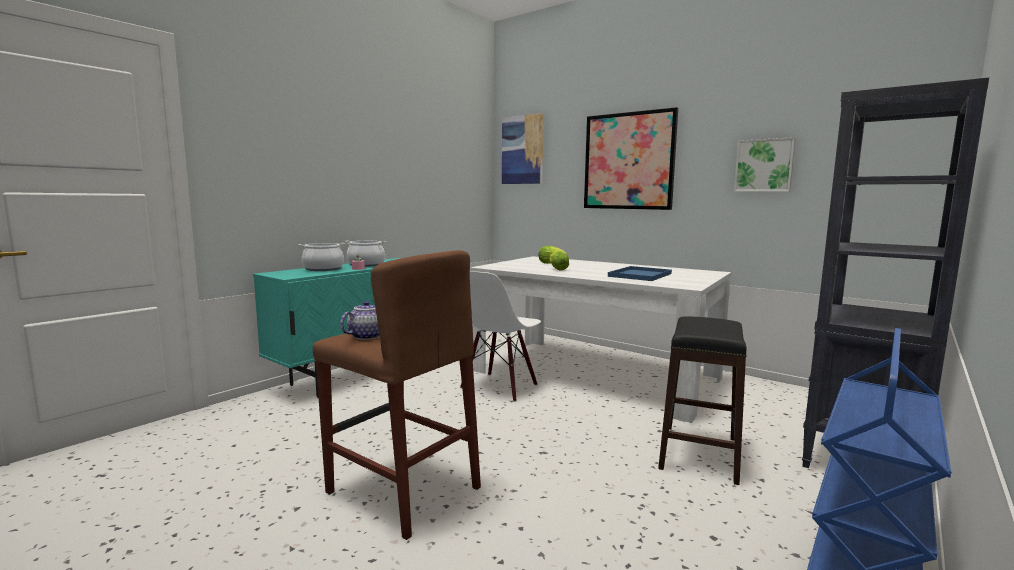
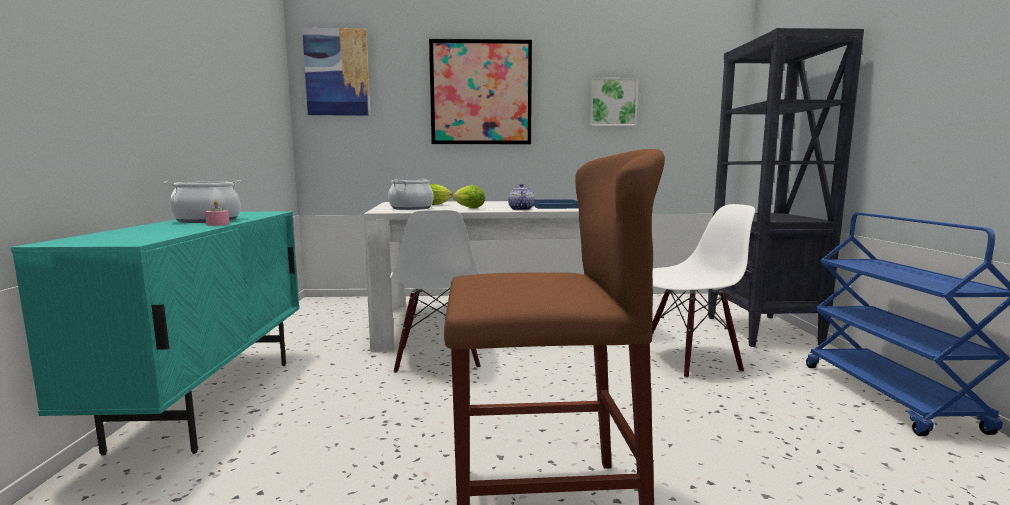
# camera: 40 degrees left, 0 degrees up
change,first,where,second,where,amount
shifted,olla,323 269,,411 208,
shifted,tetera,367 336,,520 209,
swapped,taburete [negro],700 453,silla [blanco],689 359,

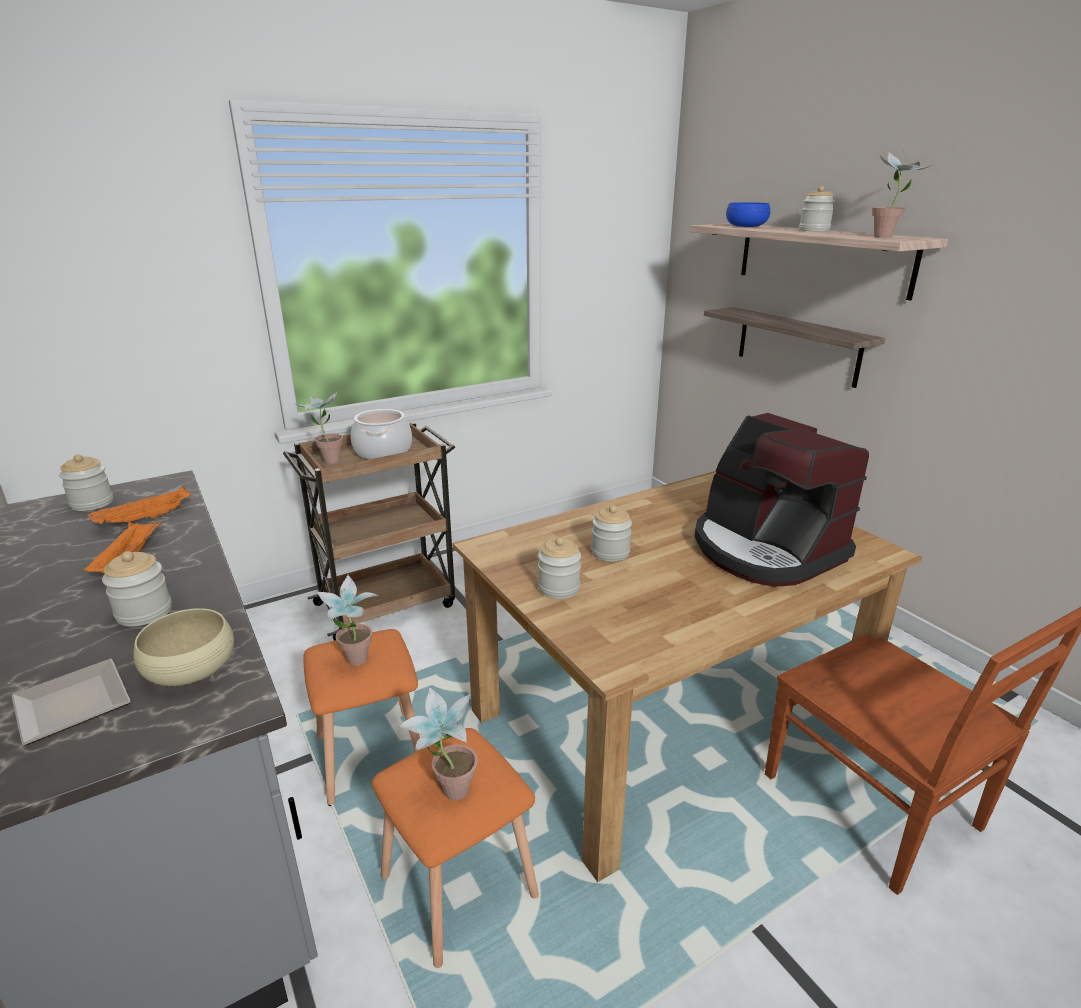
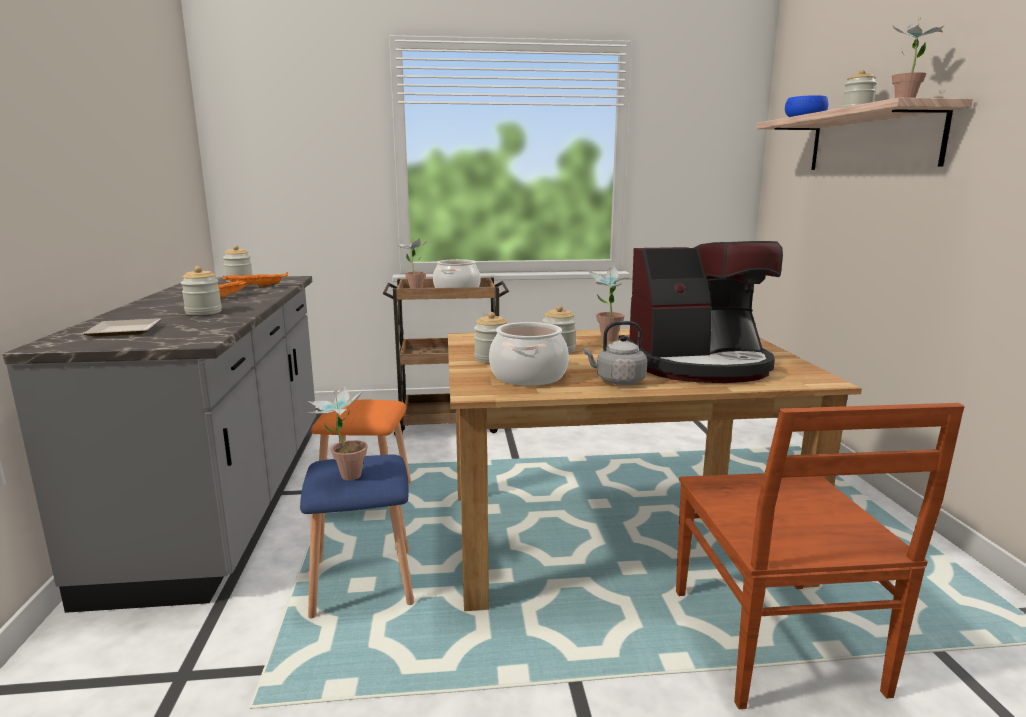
# camera: 25 degrees right, 10 degrees down
change,first,where,second,where,amount
repainted,taburete [naranja],460 884,taburete [azul],364 581,
new,,,olla,528 376,
new,,,hervidor [gris],617 381,
shifted,planta en maceta,356 664,,607 340,
rotated,cafetera,765 550,,698 365,90 degrees counterclockwise
gone,cuenco [beis],191 667,,,
gone,estante,797 346,,,

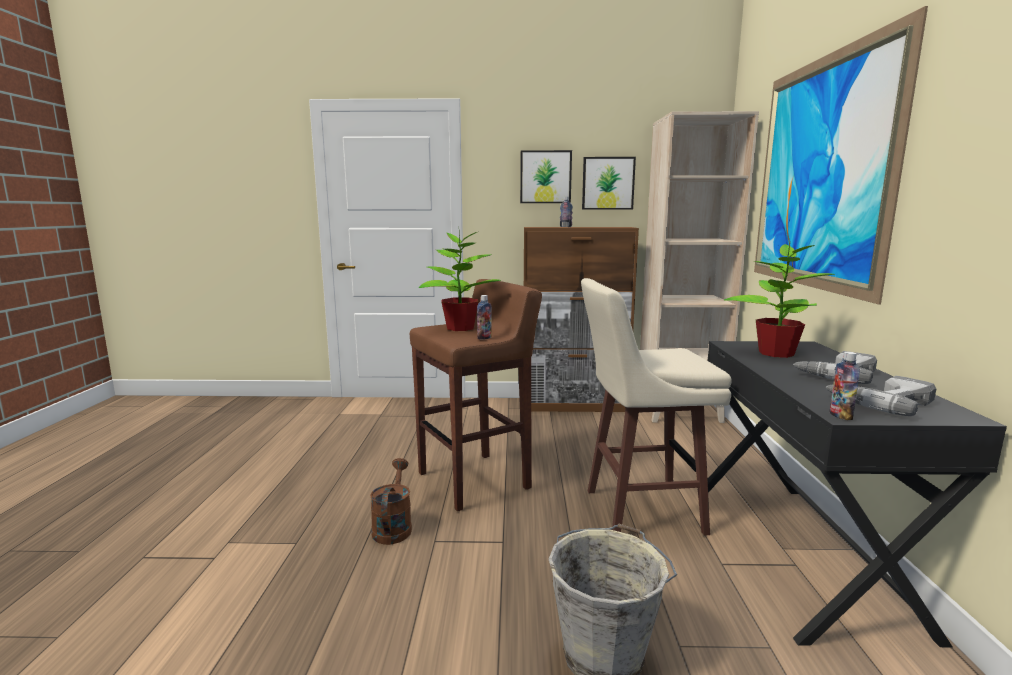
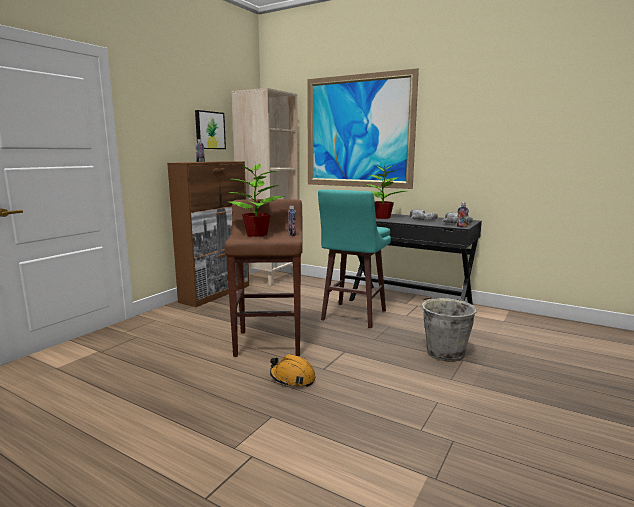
# camera: 60 degrees left, 0 degrees up
change,first,where,second,where,amount
swapped,regadera [marrón],393 527,casco [naranja],292 378,
repainted,taburete [beis],639 511,taburete [turquesa],352 316,
gone,cuadro,545 177,,,

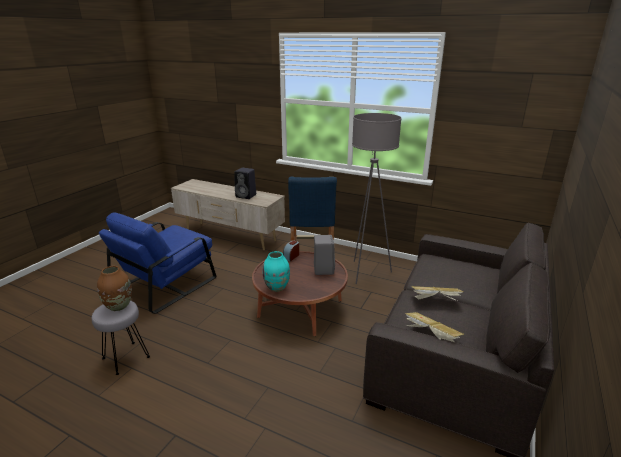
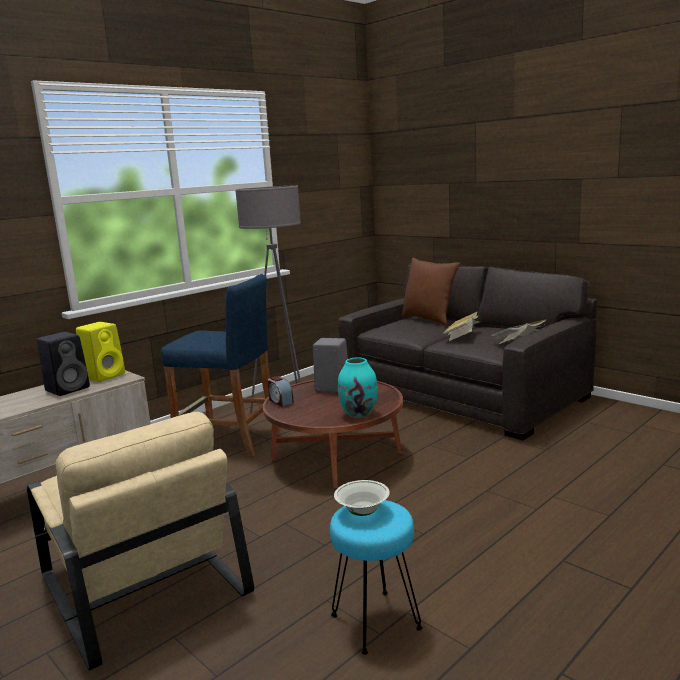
# camera: 70 degrees left, 10 degrees down
change,first,where,second,where,amount
repainted,sillón [azul],166 283,sillón [beis],141 582,
new,,,altavoz [amarillo],105 375,
repainted,taburete [gris],126 358,taburete [turquesa],377 621,
swapped,florero [marrón],118 306,cuenco [blanco],363 512,
new,,,cojín [marrón],429 319,

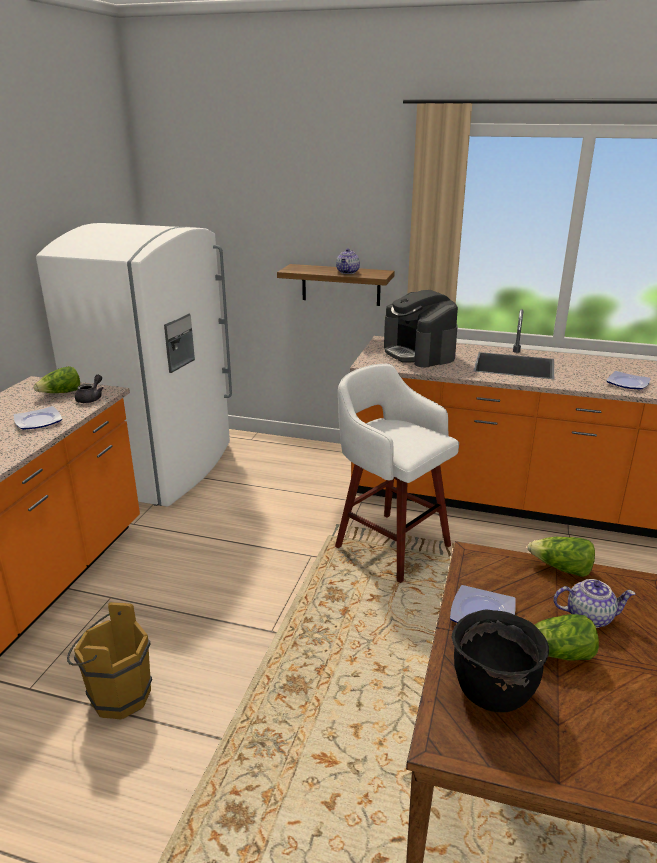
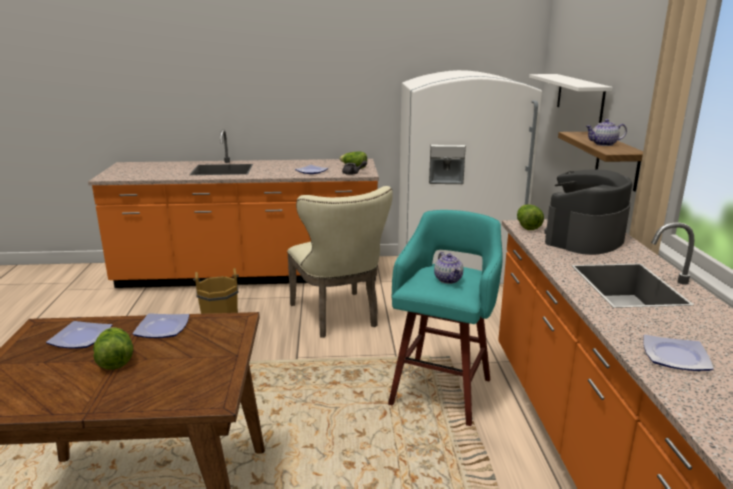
# camera: 70 degrees right, 5 degrees down
change,first,where,second,where,amount
swapped,olla [negro],492 690,plato,80 338,
new,,,silla [beis],338 317,
repainted,taburete [blanco],390 544,taburete [turquesa],442 389,
shifted,tetera,589 617,,448 280,
shifted,lechuga,561 569,,527 226,
new,,,estante [blanco],580 97,

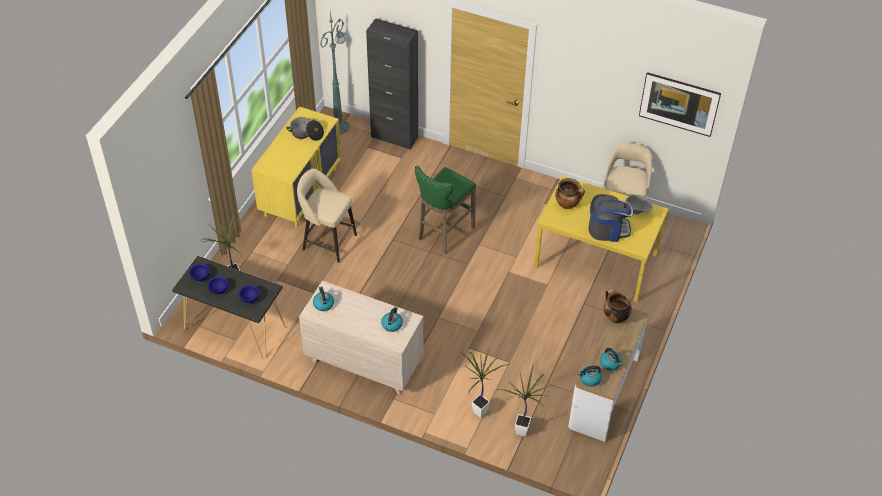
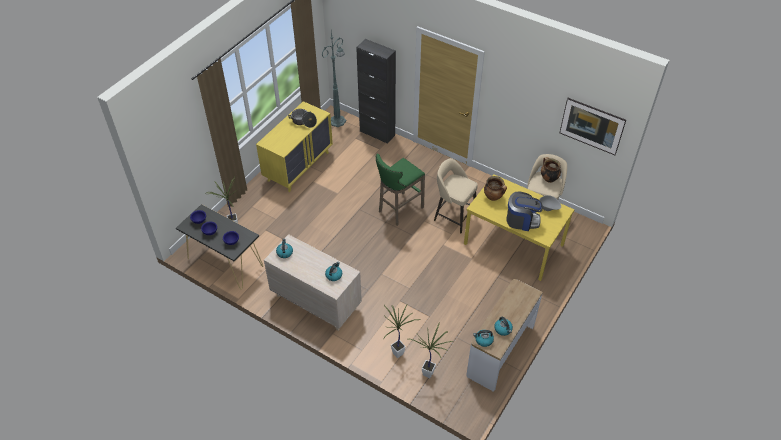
# camera: 10 degrees right, 0 degrees up
change,first,where,second,where,amount
shifted,taburete [beis],328 241,,453 216,
shifted,olla,615 317,,548 178,

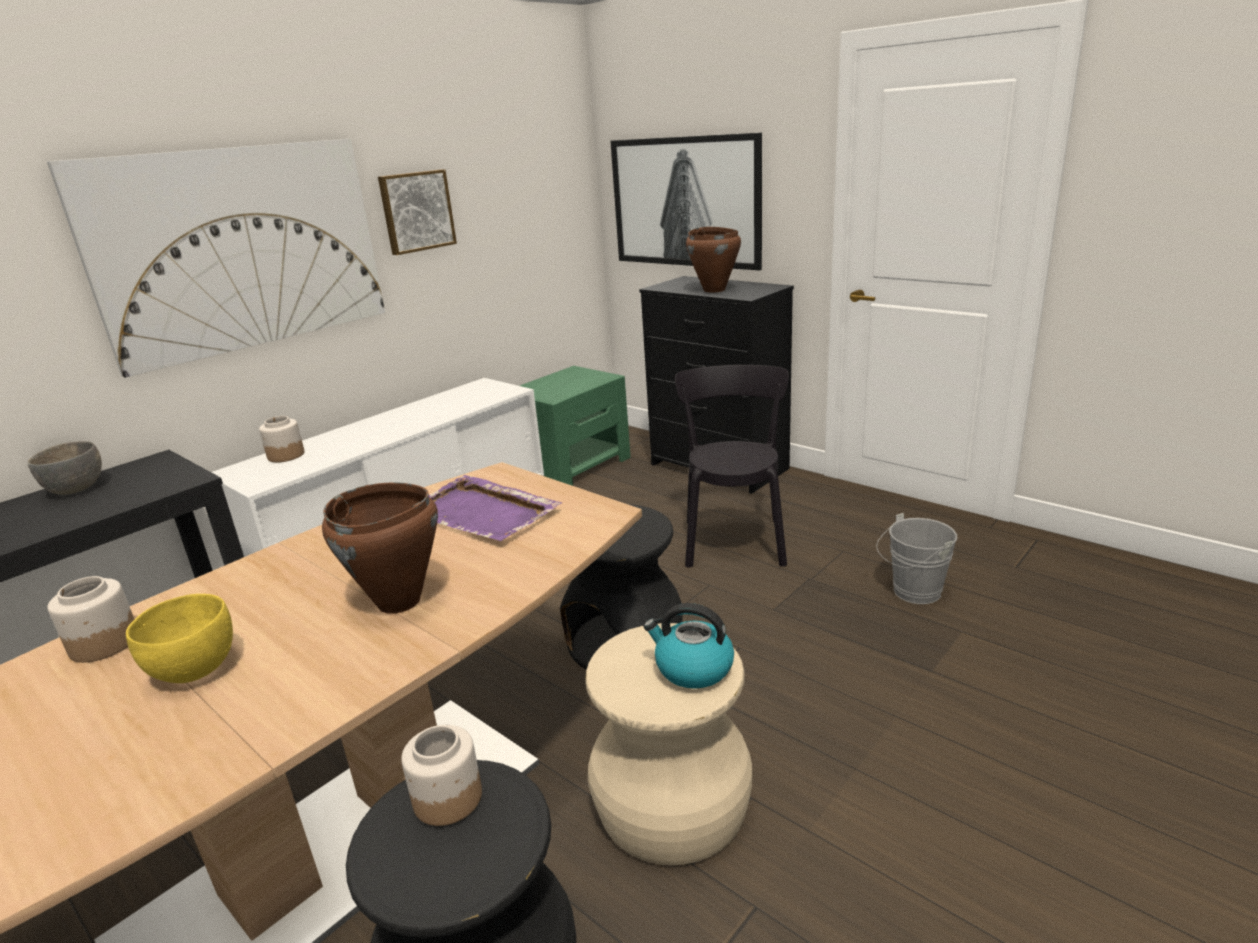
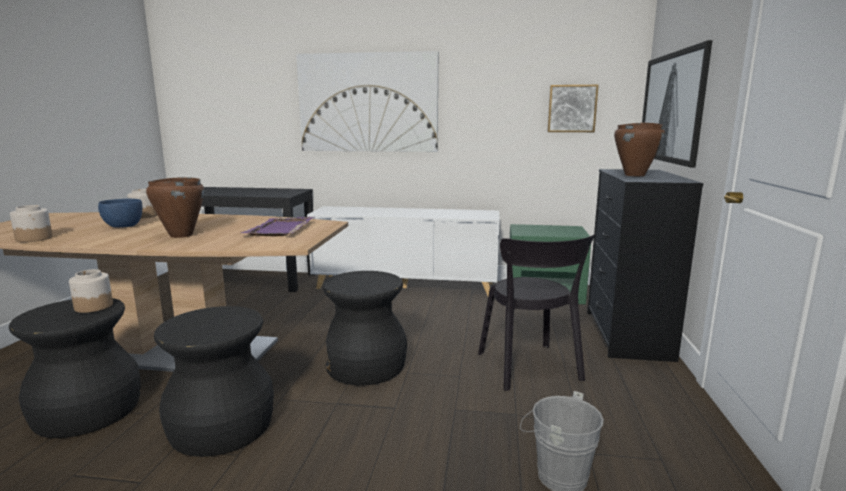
# camera: 55 degrees right, 10 degrees down
change,first,where,second,where,amount
shifted,tarro,286 455,,34 238,
repainted,cuenco [amarillo],195 670,cuenco [azul],123 227,
repainted,taburete [beis],673 807,taburete [negro],220 428,
rotated,silla [negro],734 539,,530 369,105 degrees clockwise
shifted,cuadro,416 211,,571 108,
gone,cuenco [gris],77 489,,,
gone,hervidor,692 668,,,

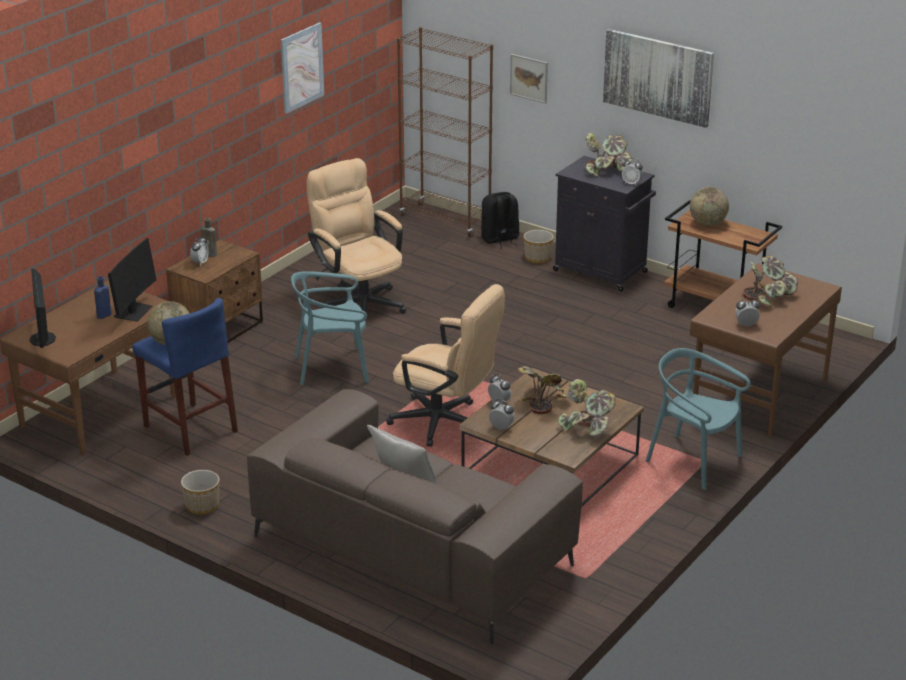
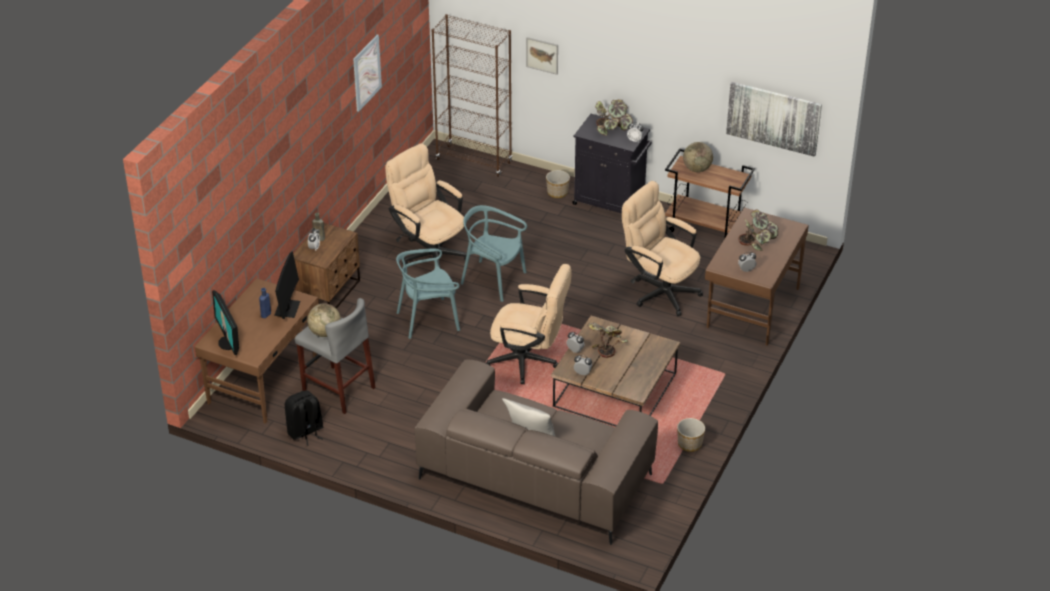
# camera: 10 degrees left, 10 degrees up
change,first,where,second,where,amount
shifted,mochila [negro],500 240,,305 432,
repainted,taburete [azul],190 429,taburete [gris],338 389,
shifted,silla [turquesa],693 461,,493 280,
new,,,silla de oficina [beis],659 290,
shifted,maceta,201 506,,689 444,
shifted,cuadro,658 77,,773 118,
gone,planta en maceta,588 429,,,

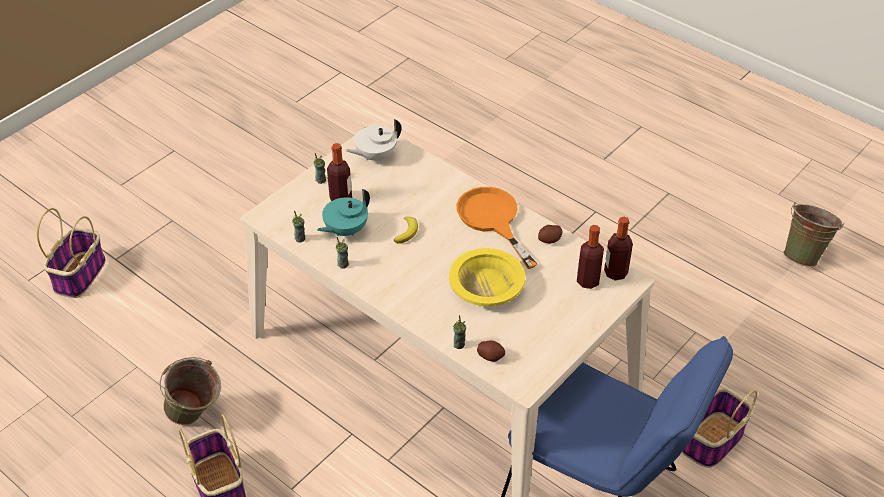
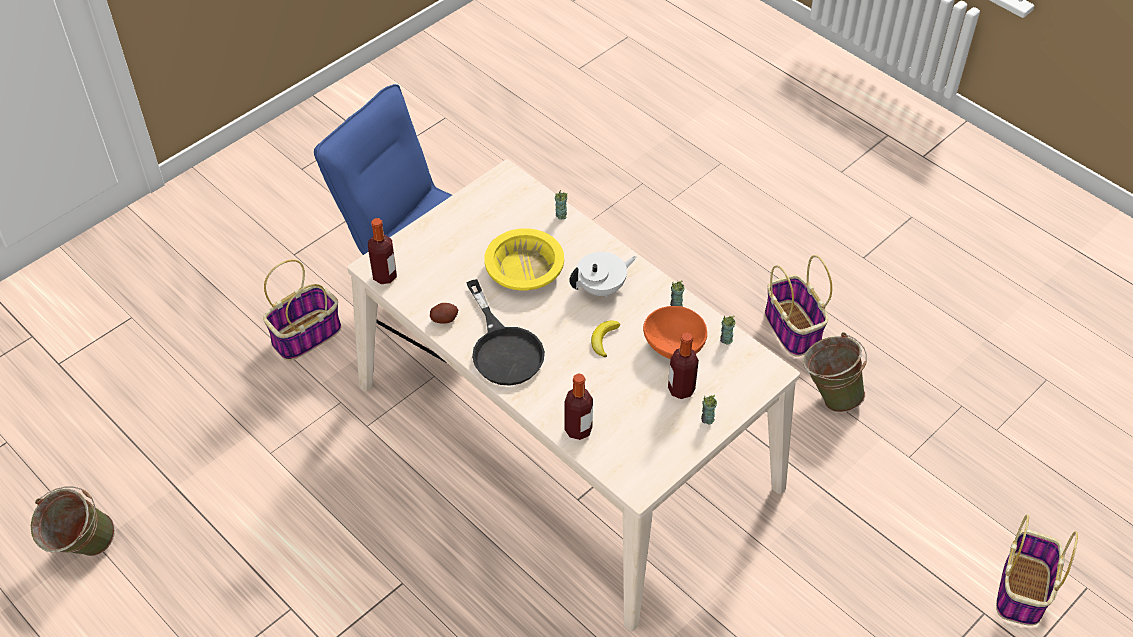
# camera: 175 degrees left, 5 degrees up
change,first,where,second,where,amount
repainted,sartén [naranja],492 220,sartén [negro],503 348,
shifted,botella,587 281,,578 429,
shifted,tetera [blanco],375 156,,602 288,
swapped,tetera [turquesa],345 230,cuenco [naranja],674 346,
gone,patata,490 356,,,

